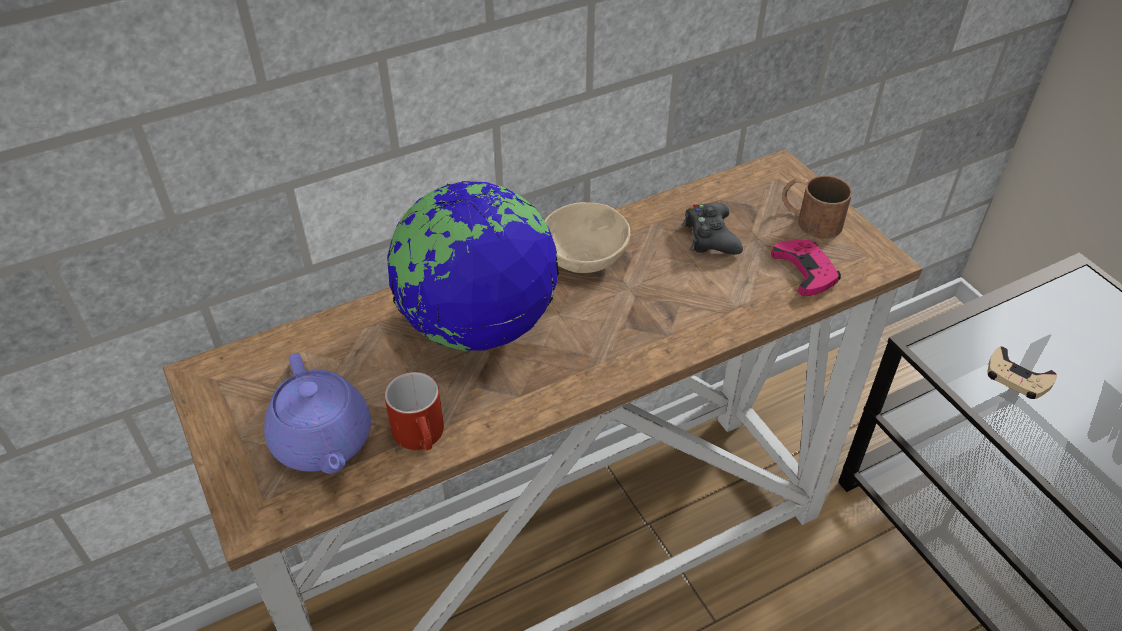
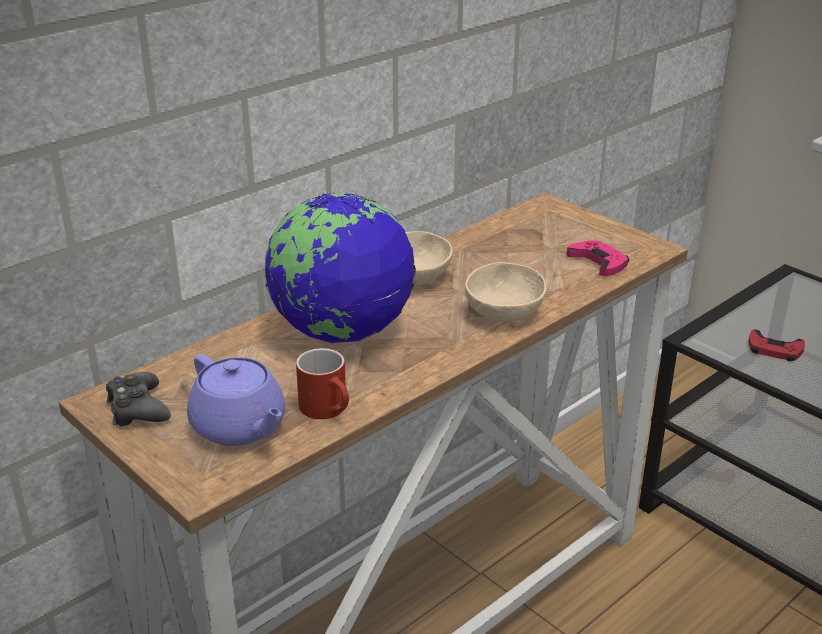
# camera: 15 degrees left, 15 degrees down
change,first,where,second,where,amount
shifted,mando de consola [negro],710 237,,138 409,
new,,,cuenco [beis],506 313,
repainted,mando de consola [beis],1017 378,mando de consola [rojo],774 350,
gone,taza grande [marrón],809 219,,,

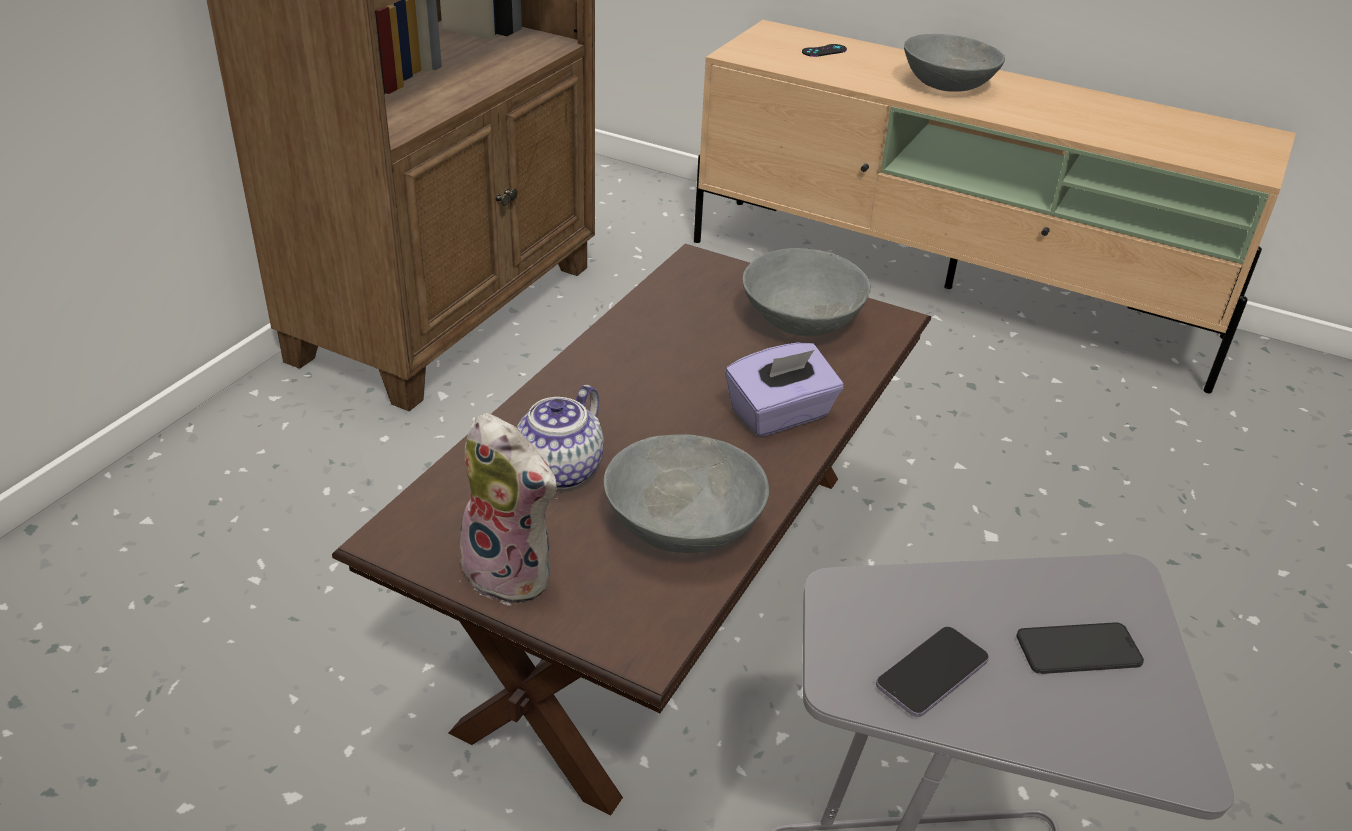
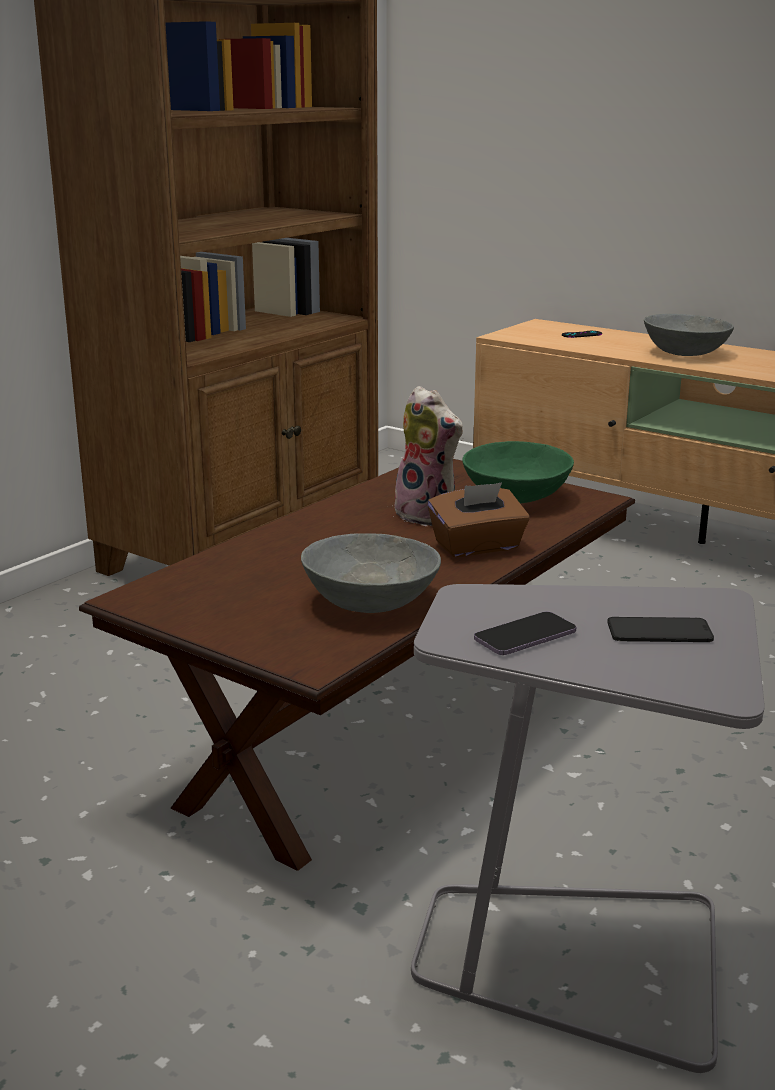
# camera: 10 degrees right, 15 degrees down
change,first,where,second,where,amount
shifted,peluche,514 572,,429 515,
repainted,caja de pañuelos [morado],780 415,caja de pañuelos [marrón],477 547,
repainted,cuenco [gris],800 320,cuenco [verde],515 496,
gone,tetera,559 472,,,

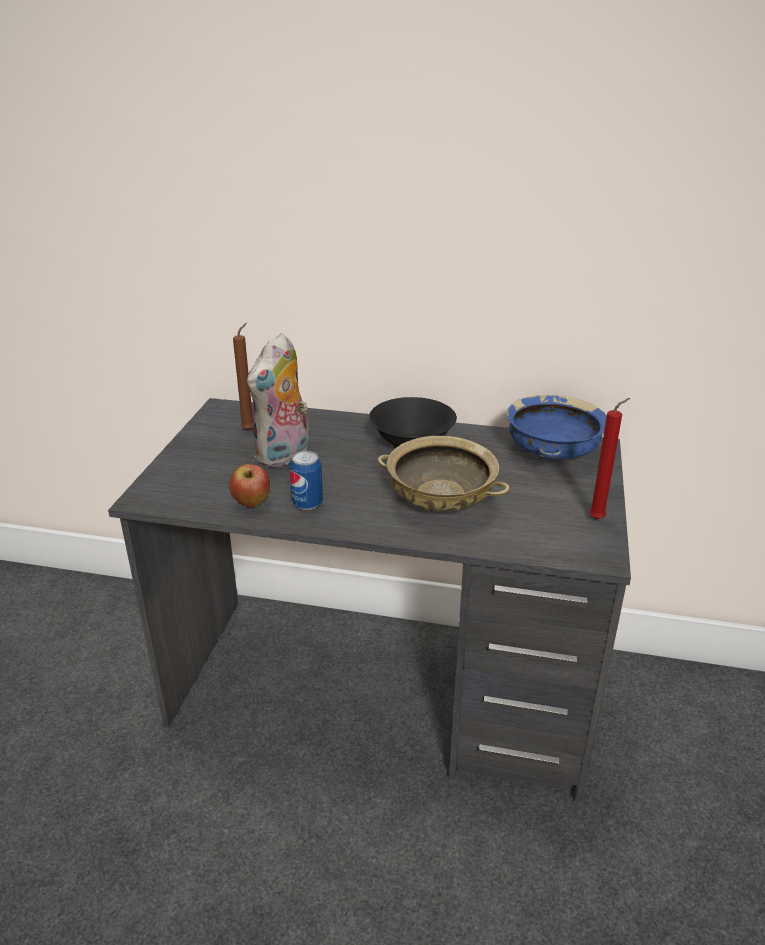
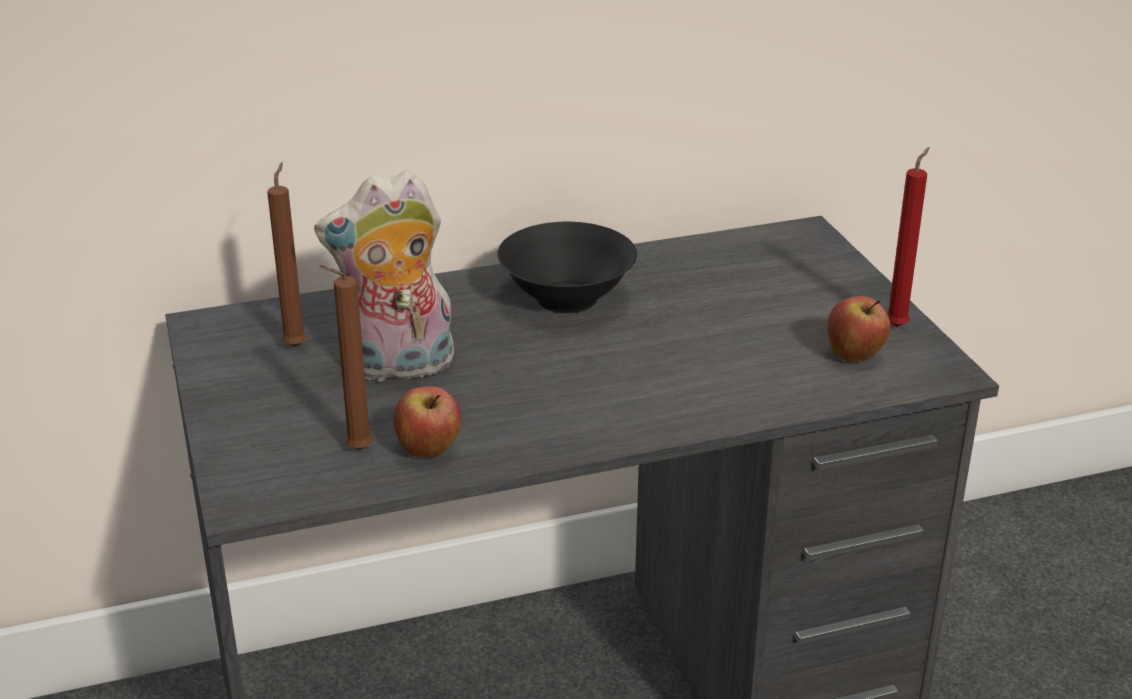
# camera: 30 degrees left, 0 degrees up
change,first,where,second,where,amount
rotated,peluche,284 455,,398 368,75 degrees clockwise
new,,,vela [marrón],355 450,
new,,,manzana,855 356,
gone,lata,307 504,,,
gone,cuenco [beis],441 501,,,
gone,cuenco [azul],552 452,,,

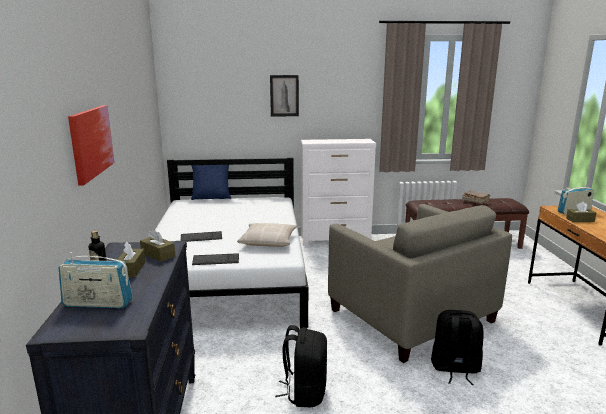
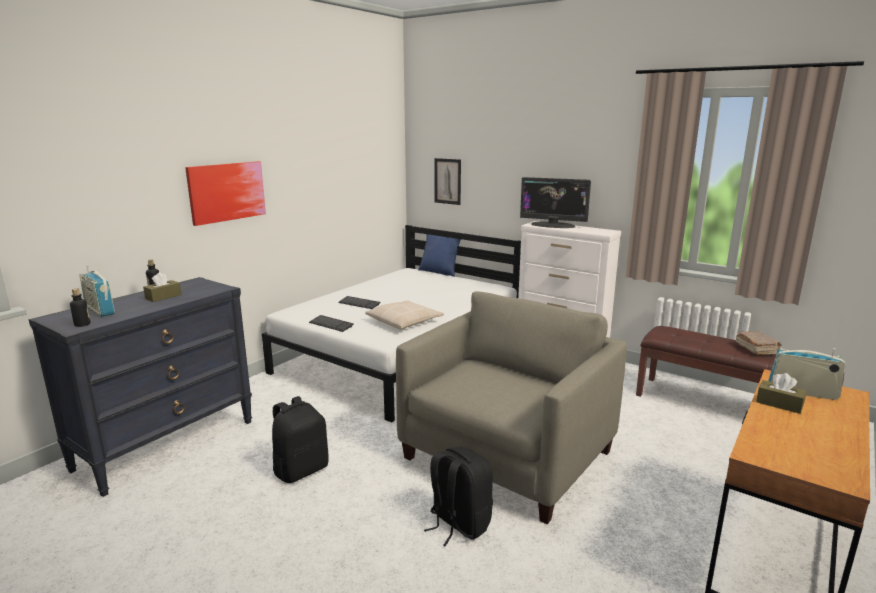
# camera: 40 degrees right, 0 degrees up
change,first,where,second,where,amount
new,,,botella,82 324,
rotated,sillón [beis],410 315,,507 455,150 degrees counterclockwise
shifted,cuadro,284 95,,447 181,
new,,,monitor,553 225,
gone,caja de pañuelos [marrón],158 255,,,

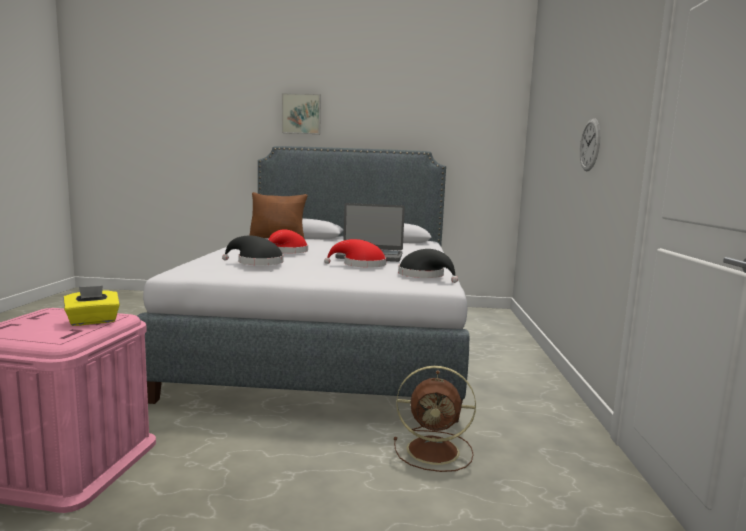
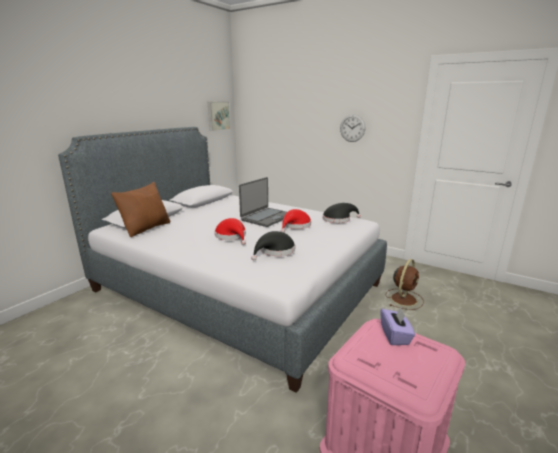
# camera: 60 degrees left, 10 degrees up
change,first,where,second,where,amount
shifted,cuadro,301 114,,218 115,
repainted,caja de pañuelos [amarillo],93 321,caja de pañuelos [morado],395 335,

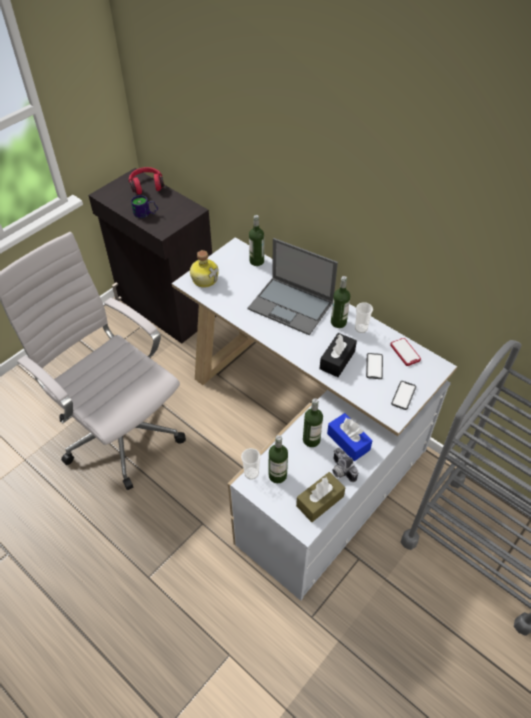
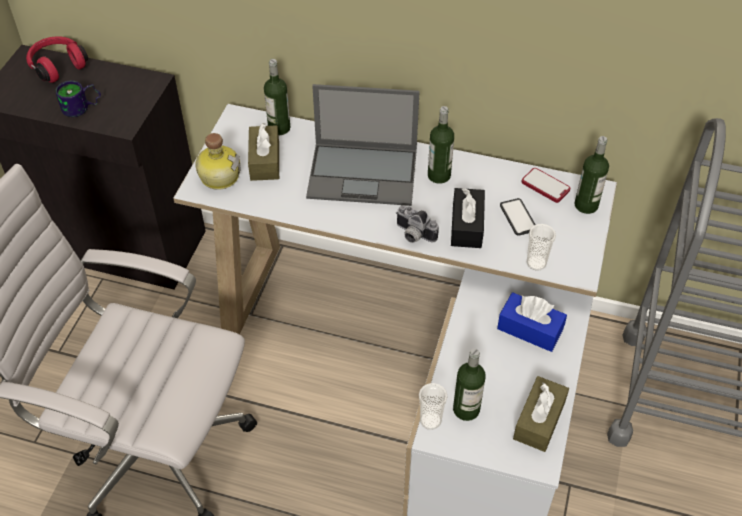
# camera: 25 degrees left, 0 degrees up
change,first,where,second,where,amount
new,,,caja de pañuelos [marrón],265 161,
shifted,cámara,340 471,,413 235,
shifted,taza,361 328,,536 263,
shifted,botella,311 440,,586 205,
gone,móvil,403 395,,,

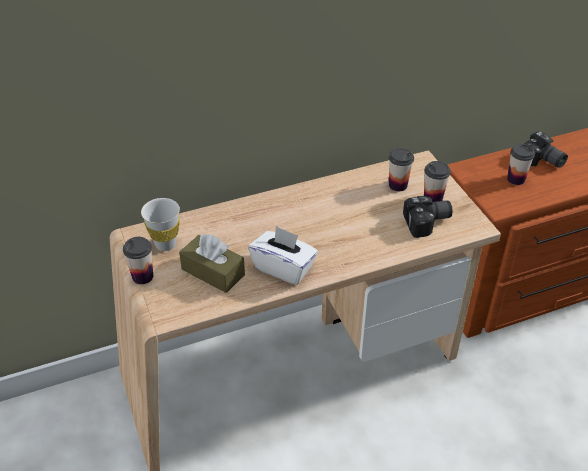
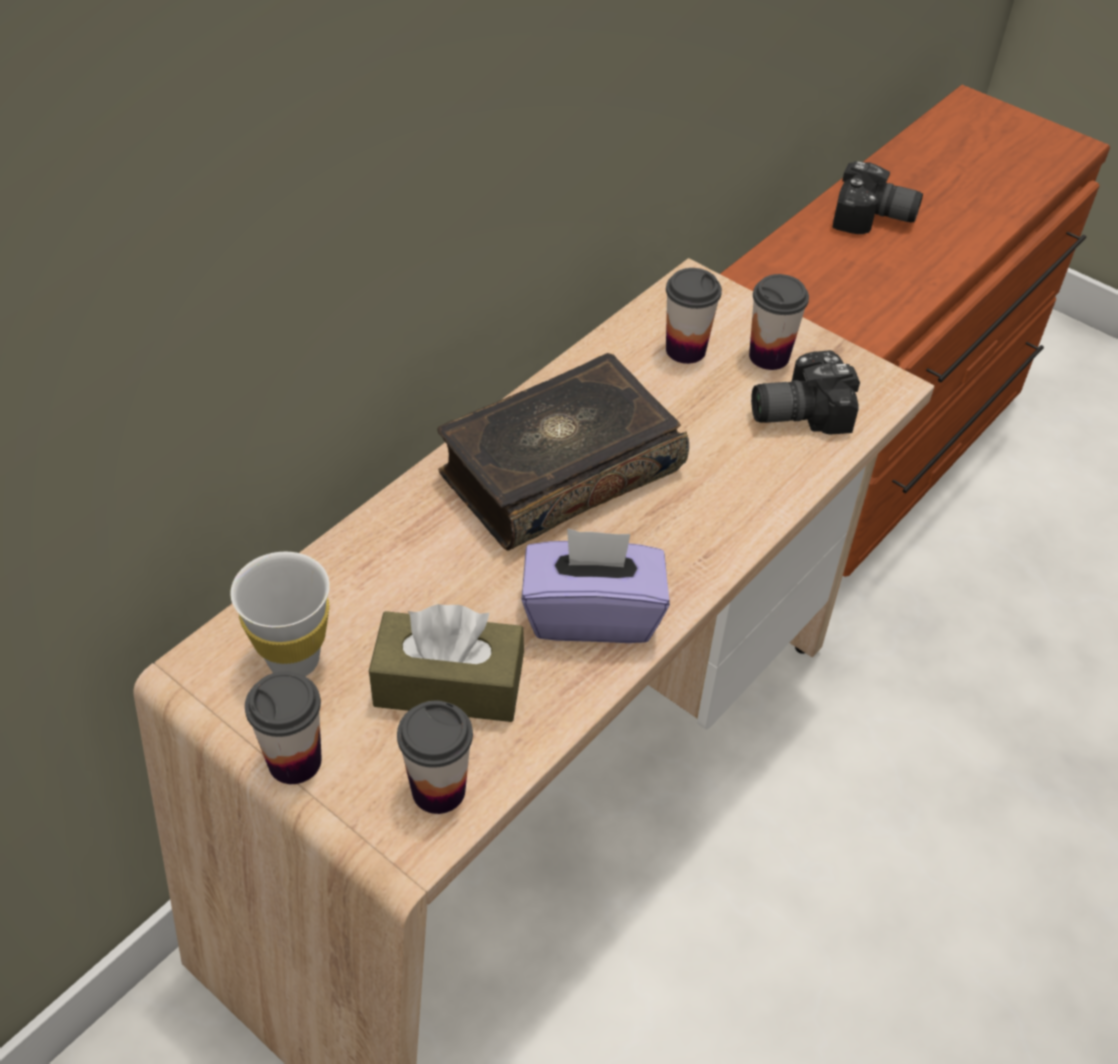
# camera: 30 degrees left, 5 degrees up
change,first,where,second,where,amount
shifted,taza,516 179,,438 790,
new,,,libro,558 471,
repainted,caja de pañuelos [blanco],284 268,caja de pañuelos [morado],592 614,
rotated,cámara,428 223,,796 410,150 degrees counterclockwise

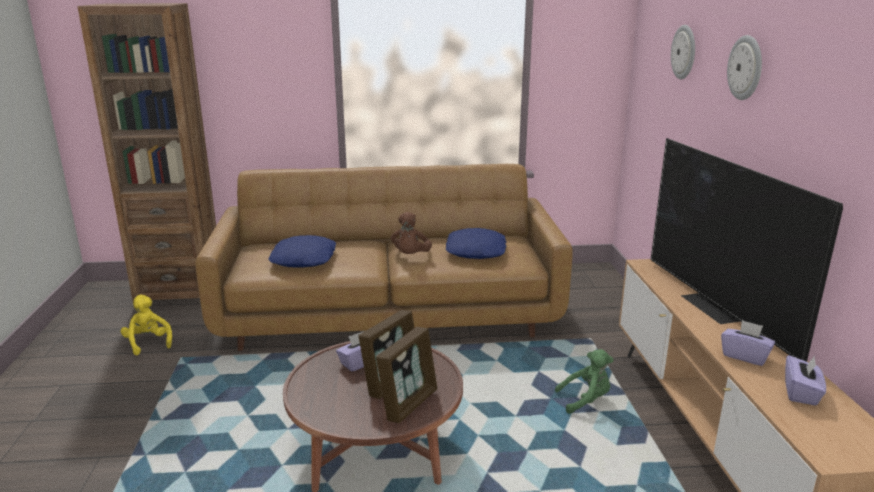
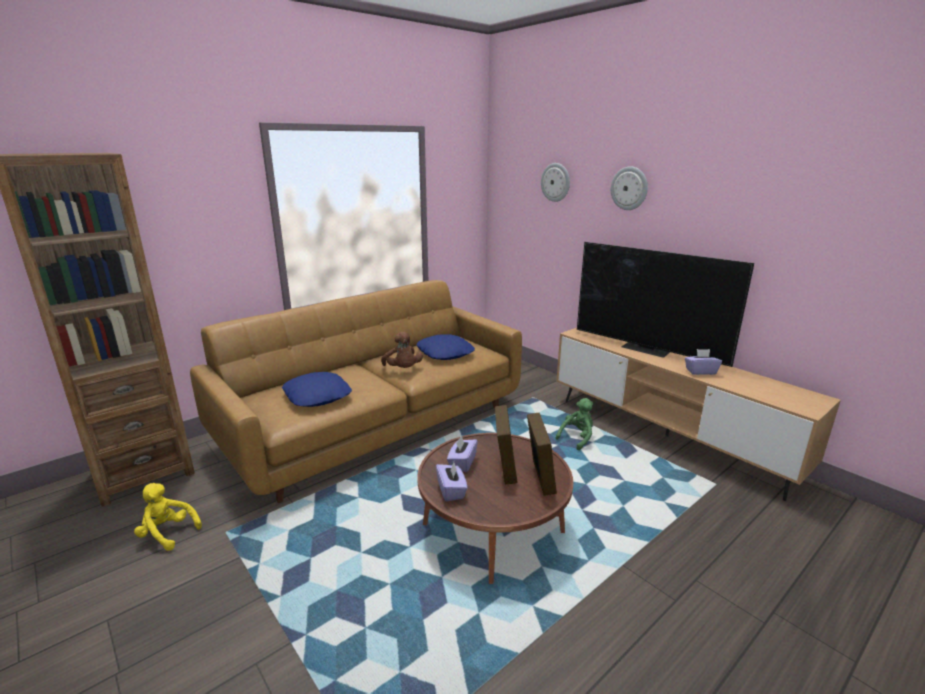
# camera: 35 degrees left, 0 degrees up
change,first,where,second,where,amount
shifted,caja de pañuelos [morado],801 393,,451 491,

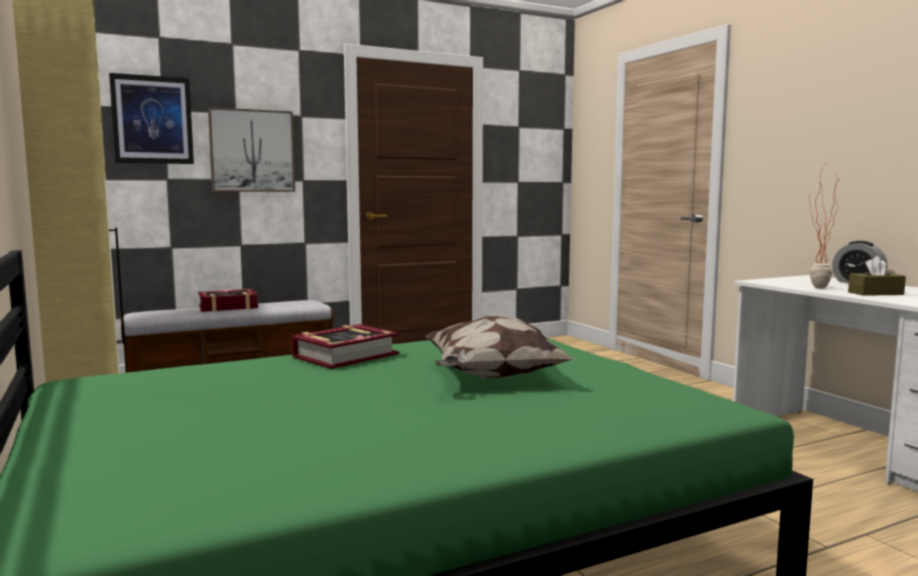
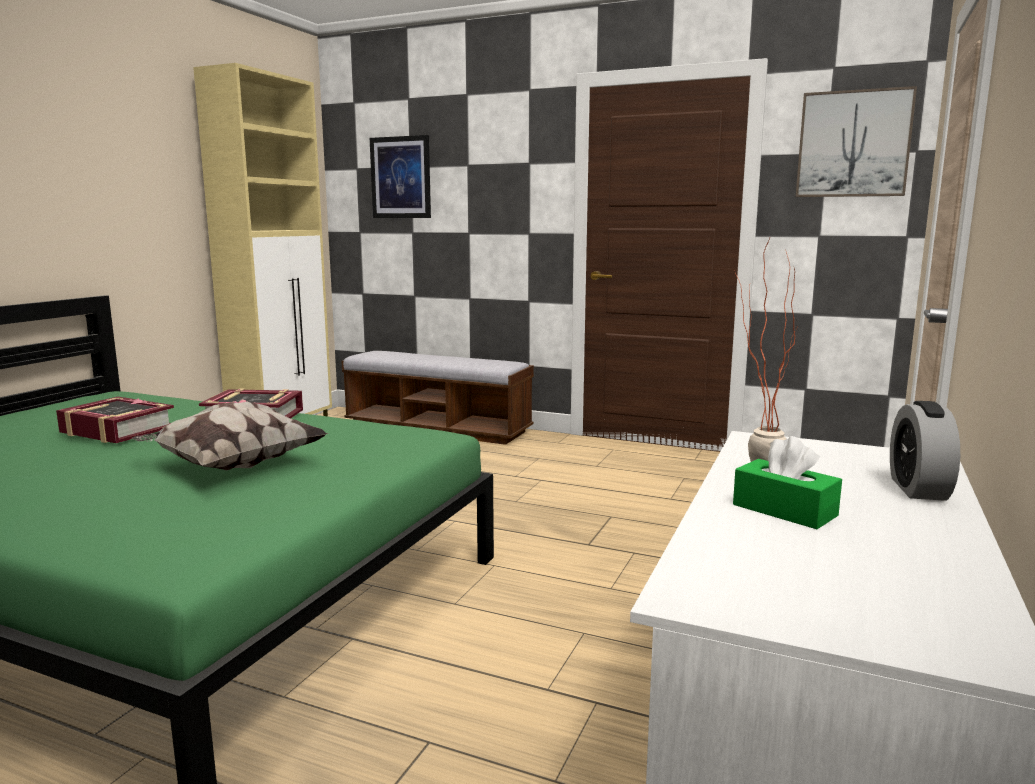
# camera: 50 degrees right, 5 degrees up
change,first,where,second,where,amount
shifted,libro,228 307,,117 430,
repainted,caja de pañuelos [marrón],875 293,caja de pañuelos [verde],784 510,
shifted,cuadro,252 151,,853 144,

